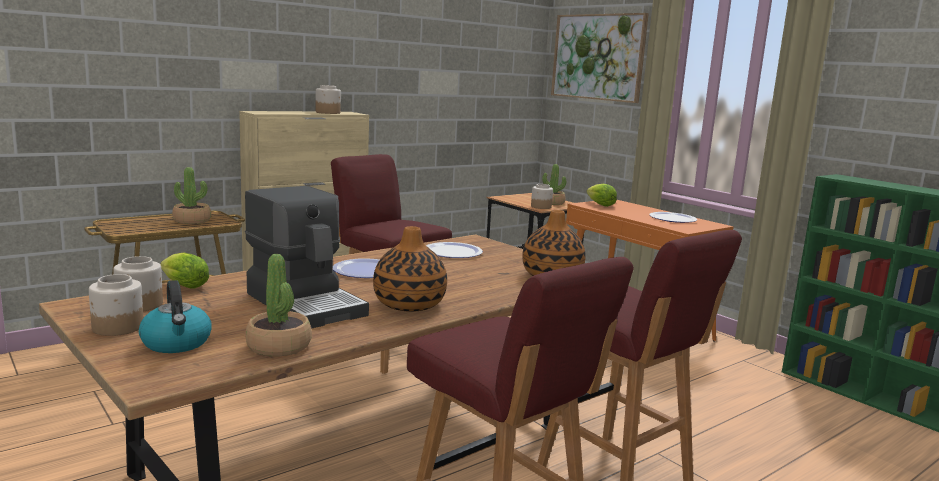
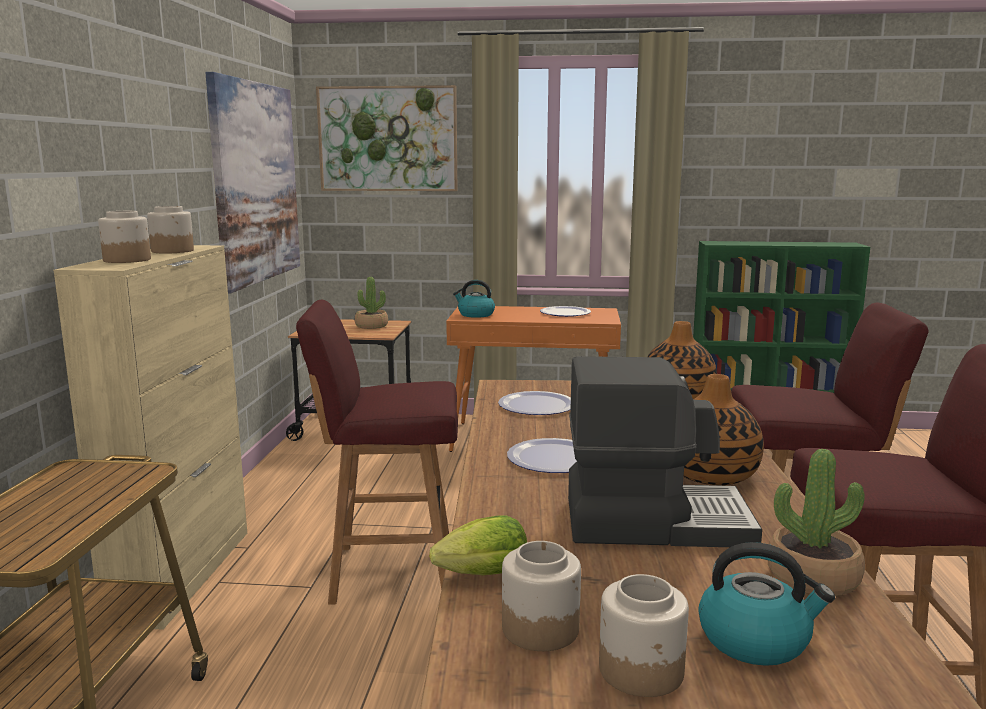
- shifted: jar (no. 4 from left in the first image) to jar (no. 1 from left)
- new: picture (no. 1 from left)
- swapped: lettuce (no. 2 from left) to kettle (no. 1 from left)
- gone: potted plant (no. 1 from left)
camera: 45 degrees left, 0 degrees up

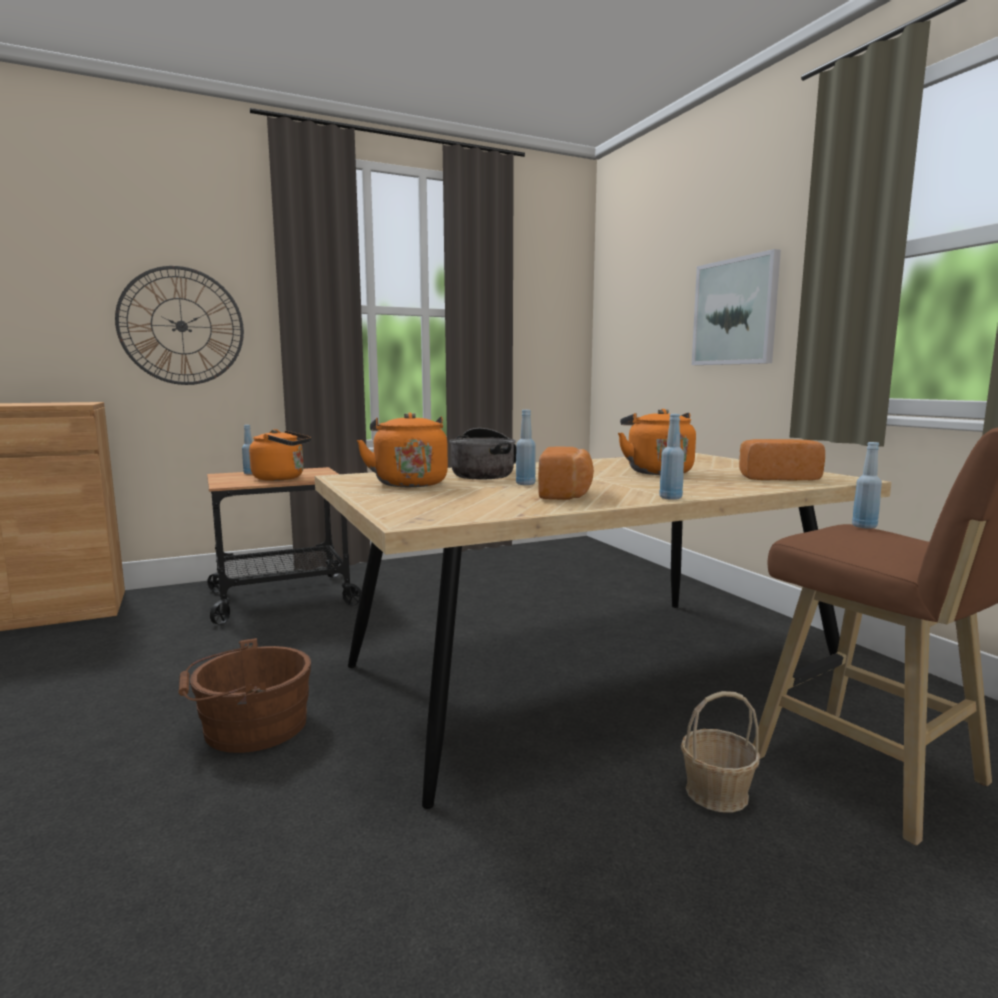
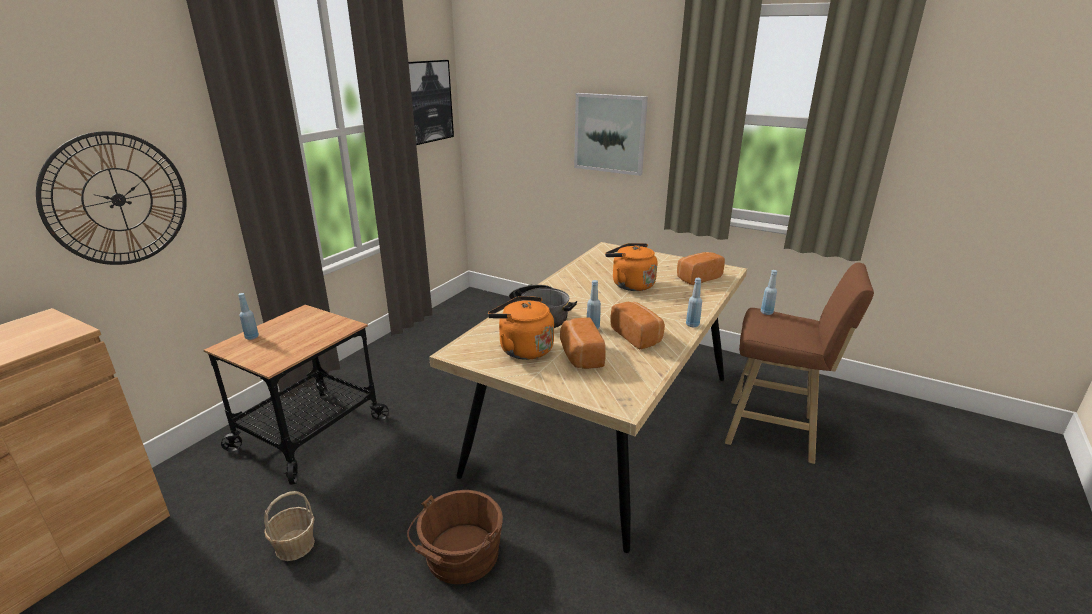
- shifted: basket
- new: picture (no. 1 from left)
- new: bread (no. 1 from left)
- gone: orange kettle (no. 1 from left)
camera: 35 degrees left, 15 degrees up

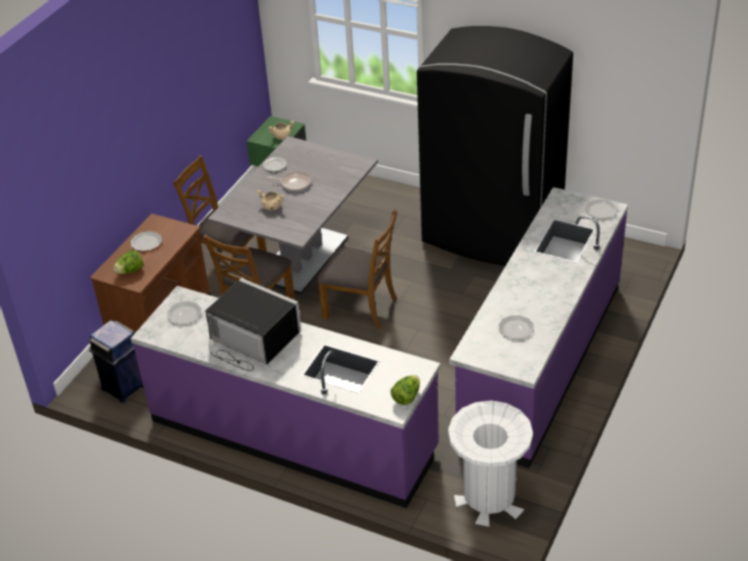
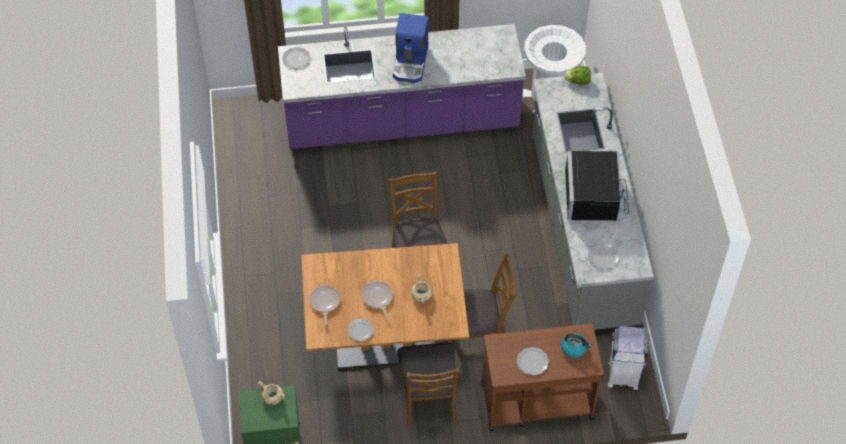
- repainted: grey dining table to brown dining table
- new: frying pan (no. 1 from left)
- new: coffee machine
- repainted: purple counter (no. 1 from left) to grey counter
- swapped: lettuce (no. 1 from left) to kettle
- repainted: blue trash can to white trash can (no. 2 from left)
- gone: black fridge
- gone: plate (no. 4 from left)
camera: 125 degrees left, 15 degrees up

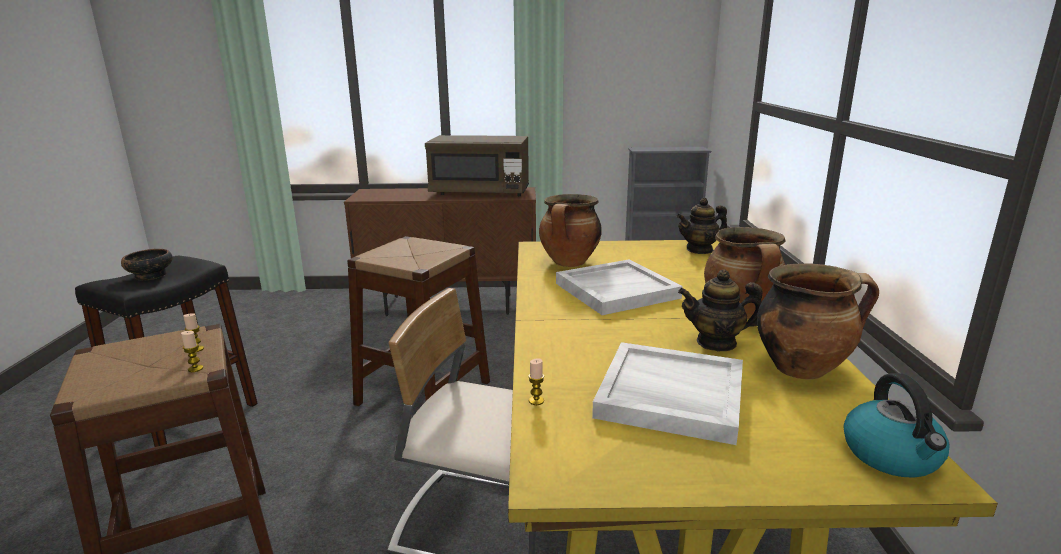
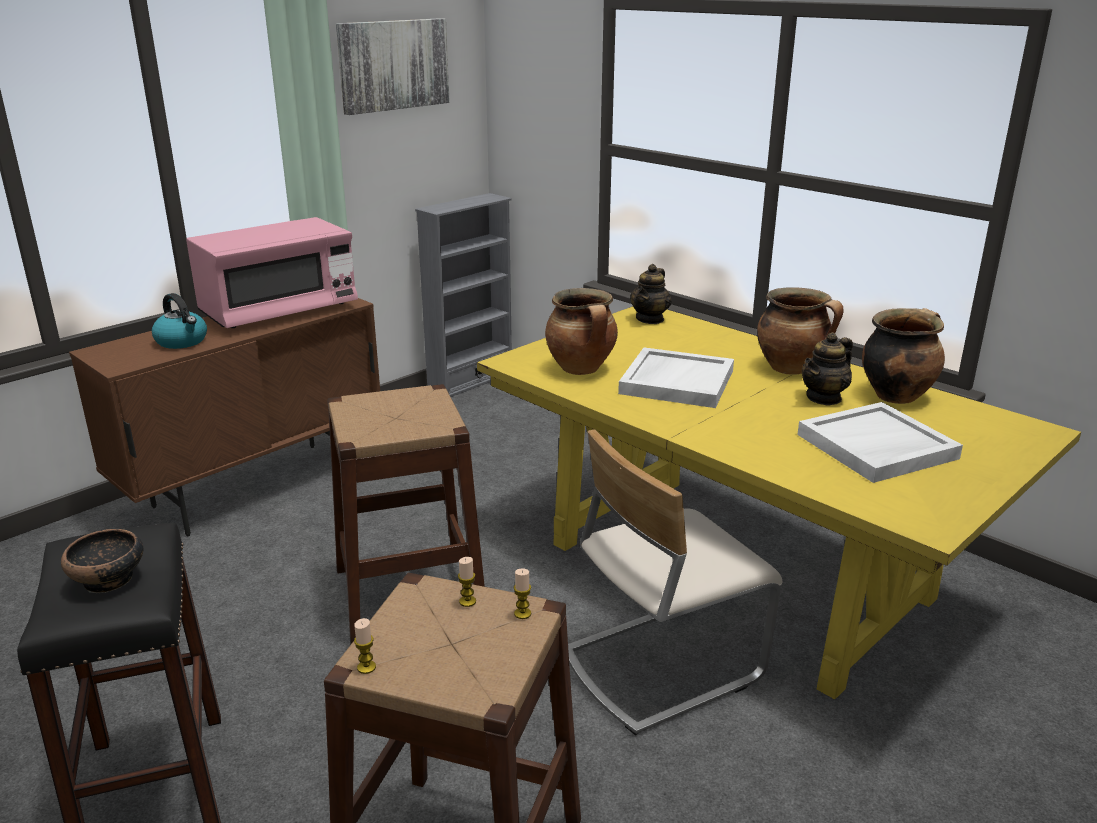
- shifted: kettle
- repainted: brown microwave to pink microwave
- new: picture
- shifted: candle (no. 3 from left in the first image) to candle (no. 1 from left)
camera: 45 degrees left, 5 degrees up

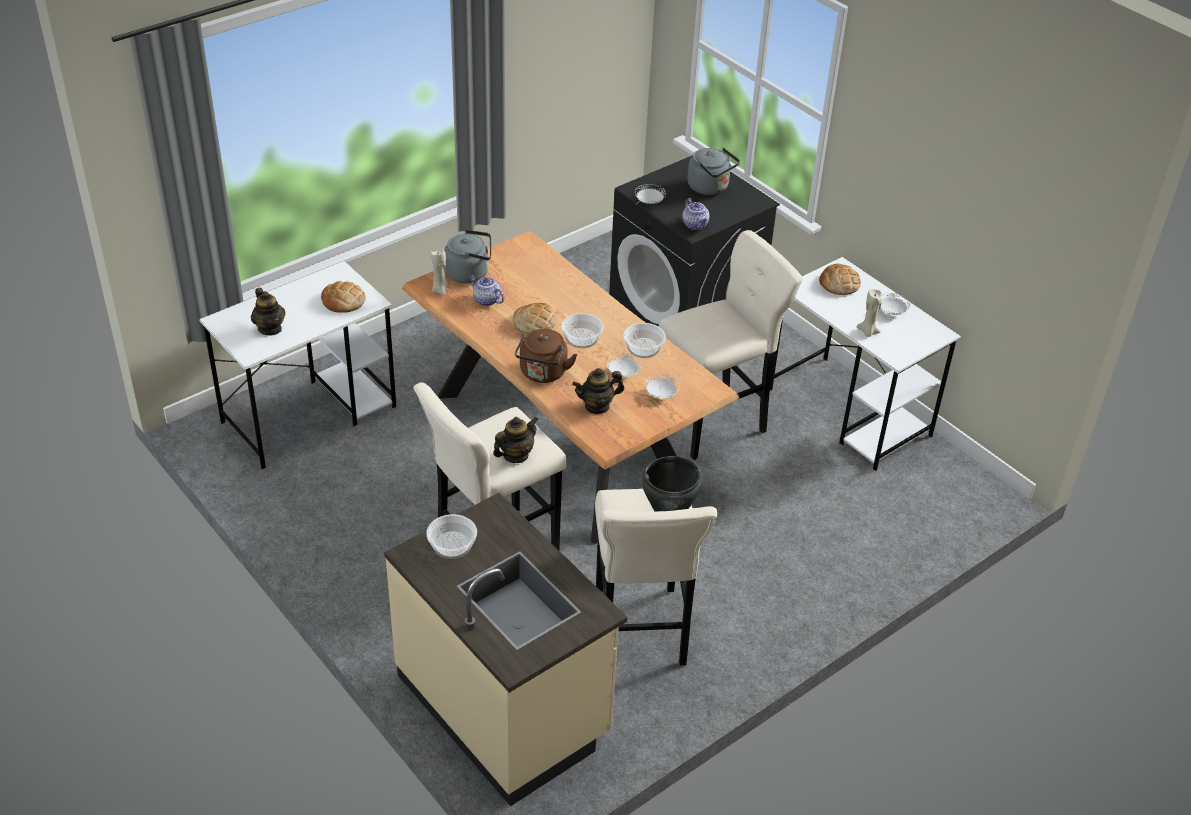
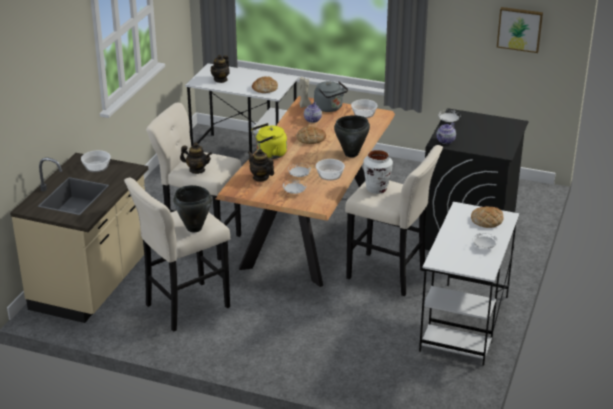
- repainted: brown kettle to yellow kettle
- new: black cooking pot (no. 2 from left)
- shifted: bowl (no. 2 from left in the first image) to bowl (no. 3 from left)
- new: white vase
- new: picture
- gone: grey kettle (no. 2 from left)
- gone: beige candle (no. 2 from left)
camera: 60 degrees right, 10 degrees down

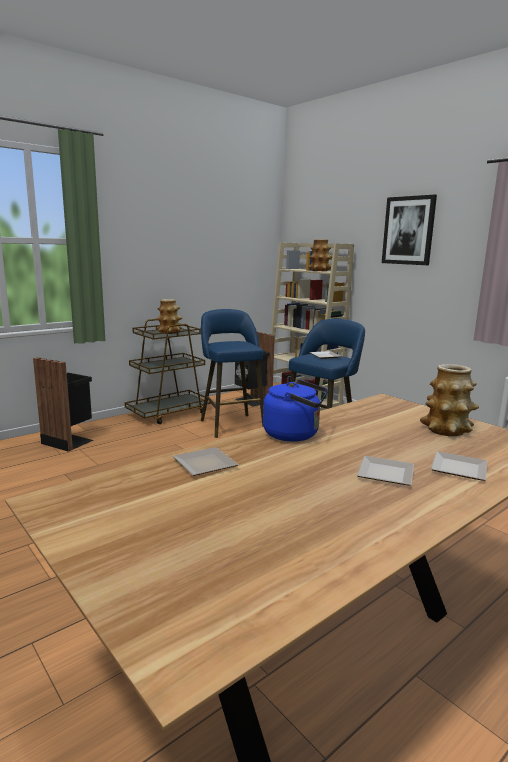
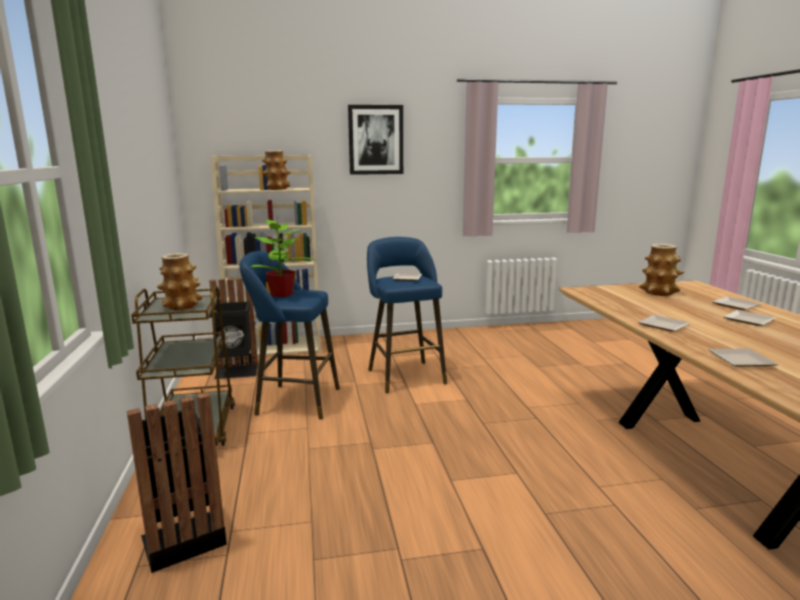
- new: potted plant
- swapped: blue kettle to plate (no. 2 from left)
camera: 60 degrees left, 0 degrees up

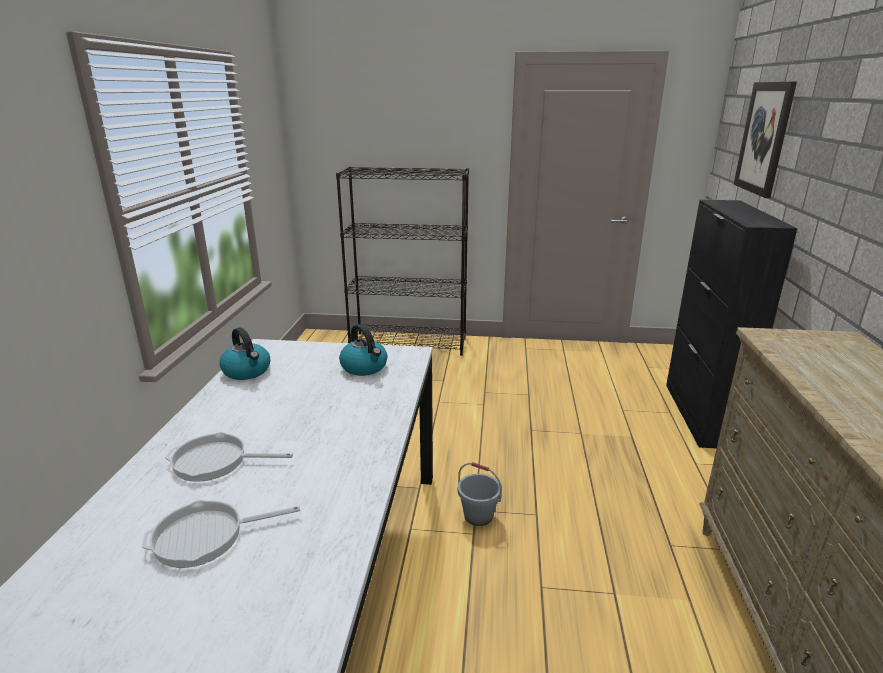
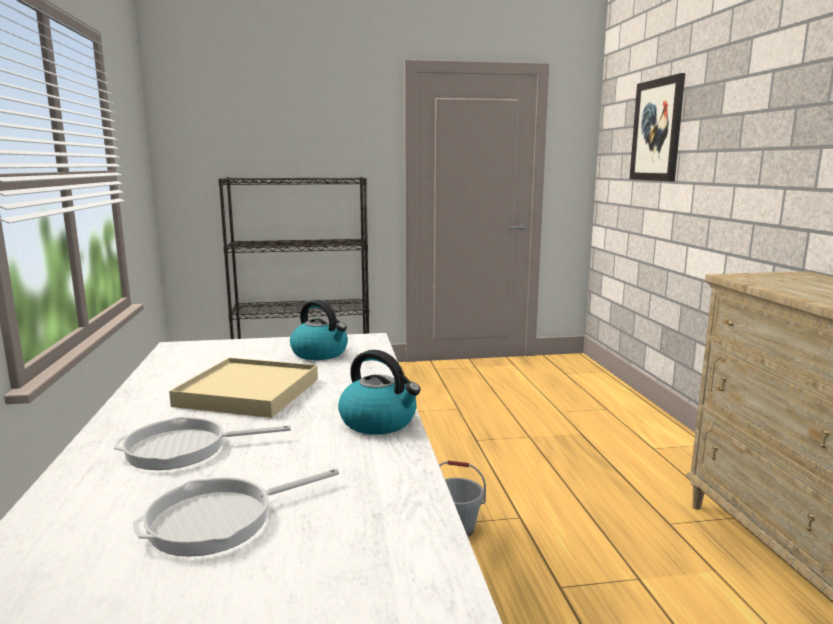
- new: beige tray
- shifted: kettle (no. 1 from left in the first image) to kettle (no. 2 from left)
- gone: black cabinet
camera: 15 degrees left, 10 degrees down

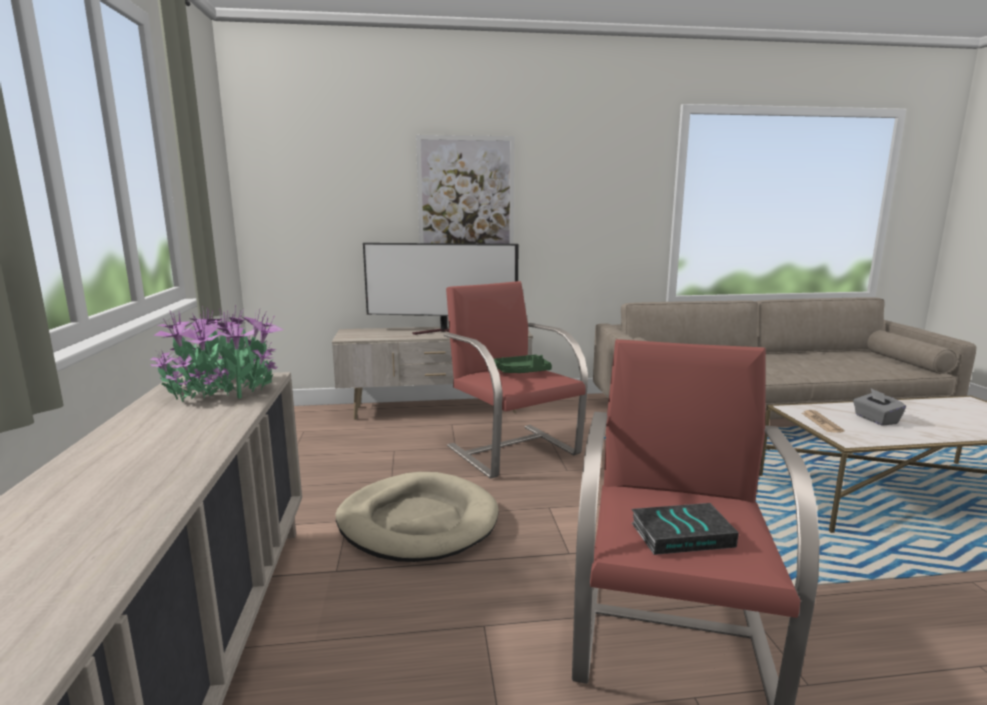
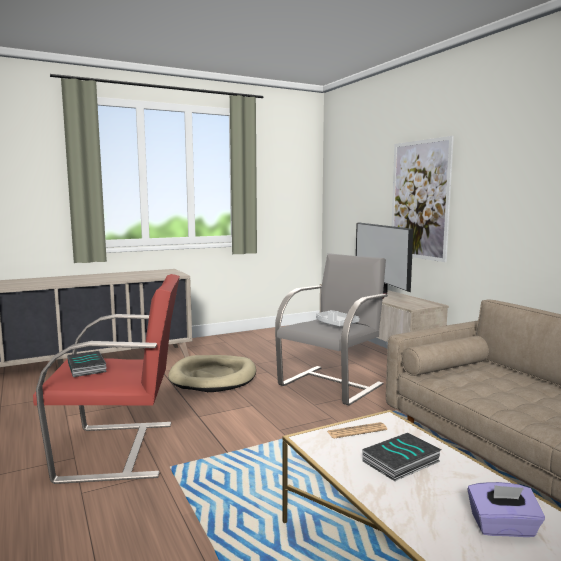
- repainted: red armchair (no. 1 from left) to grey armchair
- repainted: green tray to grey tray
- swapped: grey tissue box to book (no. 2 from left)
- new: purple tissue box
- gone: potted plant
camera: 70 degrees right, 5 degrees down

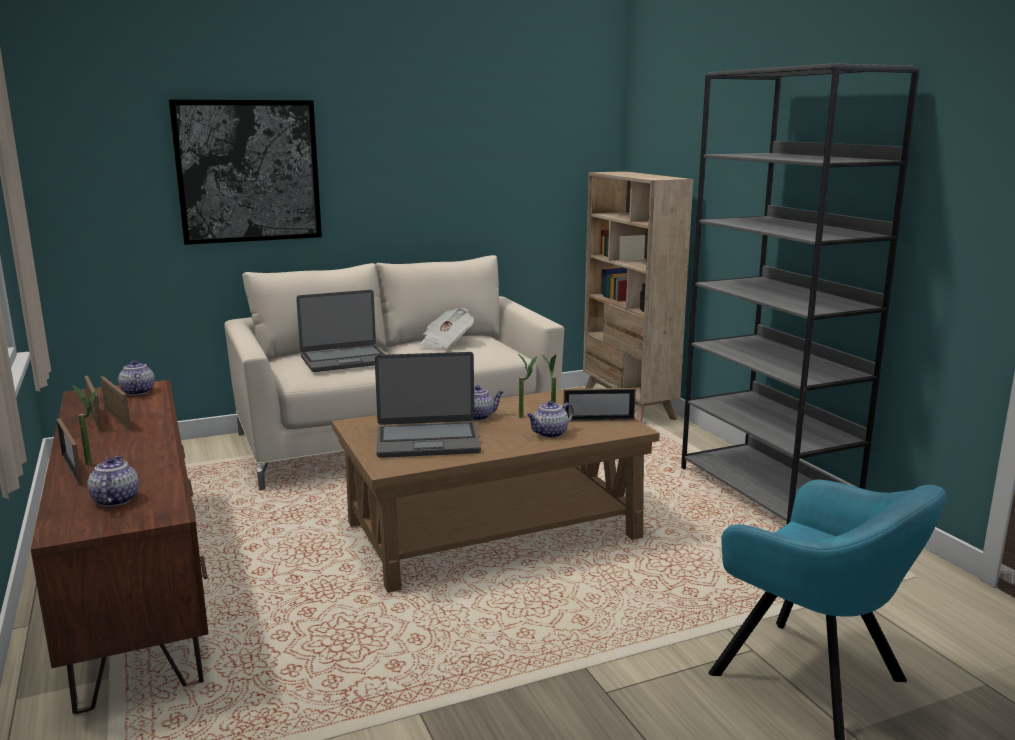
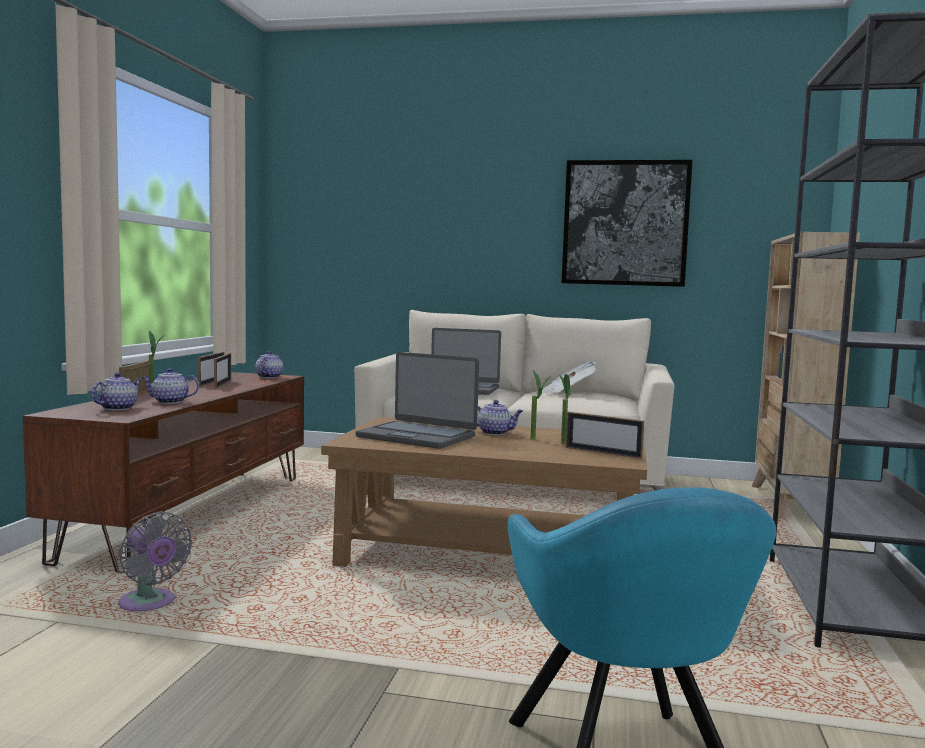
- new: grey fan
- shifted: teapot (no. 4 from left in the first image) to teapot (no. 2 from left)
- shifted: picture
camera: 35 degrees right, 10 degrees down

